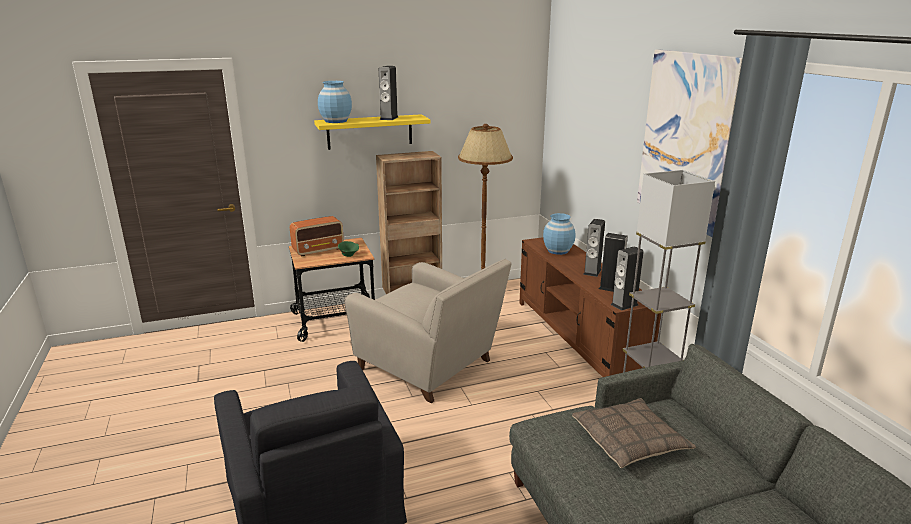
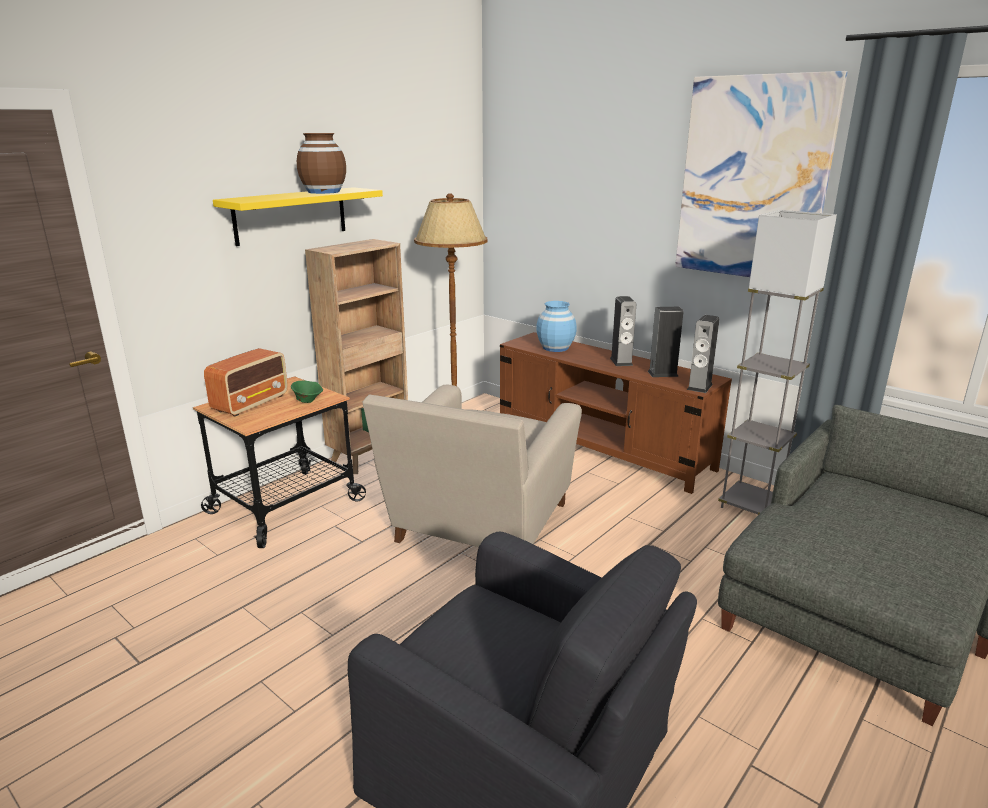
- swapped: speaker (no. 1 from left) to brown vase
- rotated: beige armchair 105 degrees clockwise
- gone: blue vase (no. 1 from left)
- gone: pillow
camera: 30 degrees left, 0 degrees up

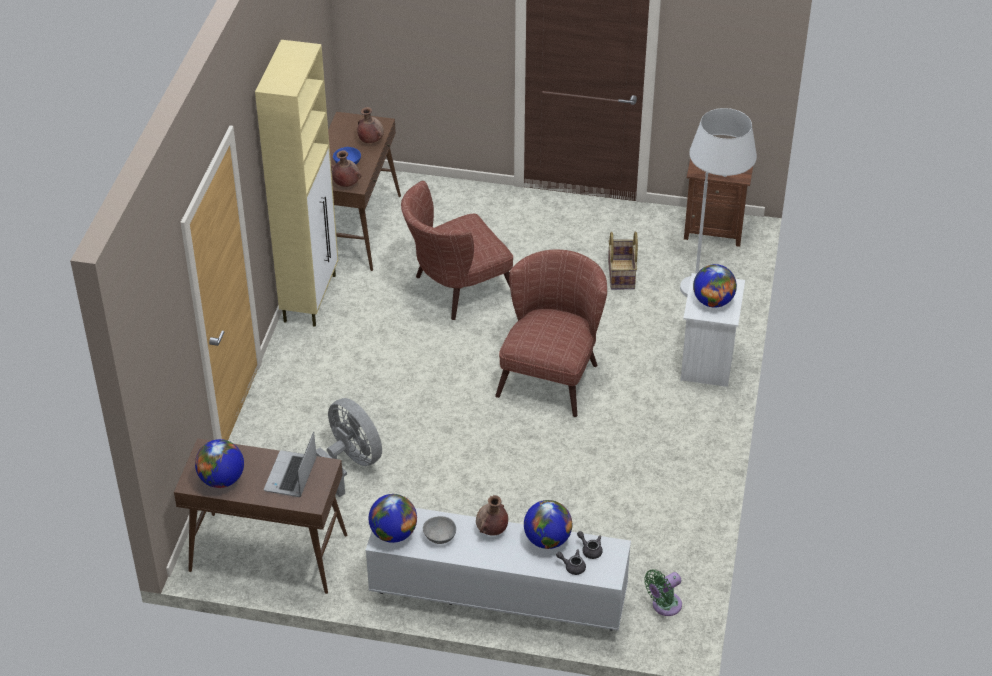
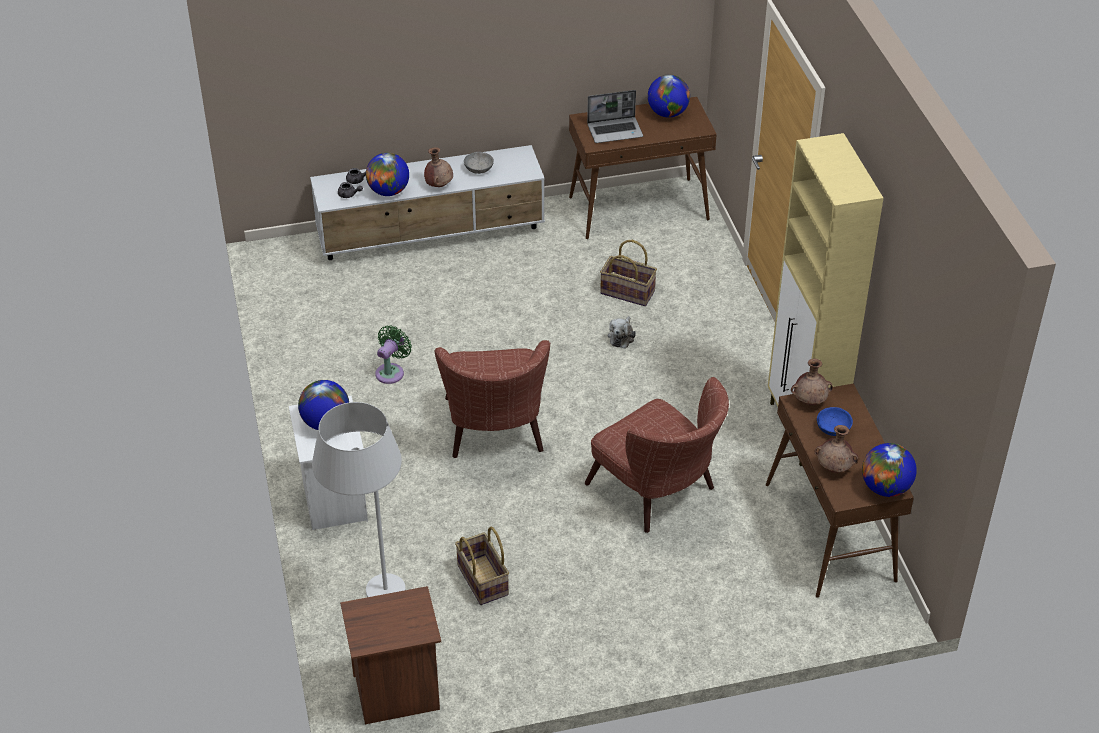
- shifted: green fan
- rotated: brown armchair (no. 1 from left in the first image) 105 degrees clockwise
- rotated: laptop 90 degrees clockwise
- swapped: grey fan to basket (no. 2 from left)
- new: plush toy
- shifted: globe (no. 2 from left in the first image) to globe (no. 4 from left)
camera: 155 degrees right, 0 degrees up

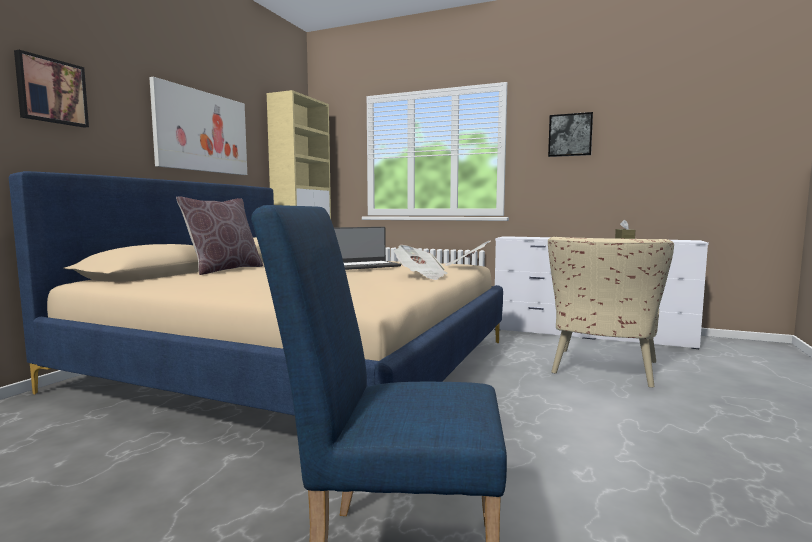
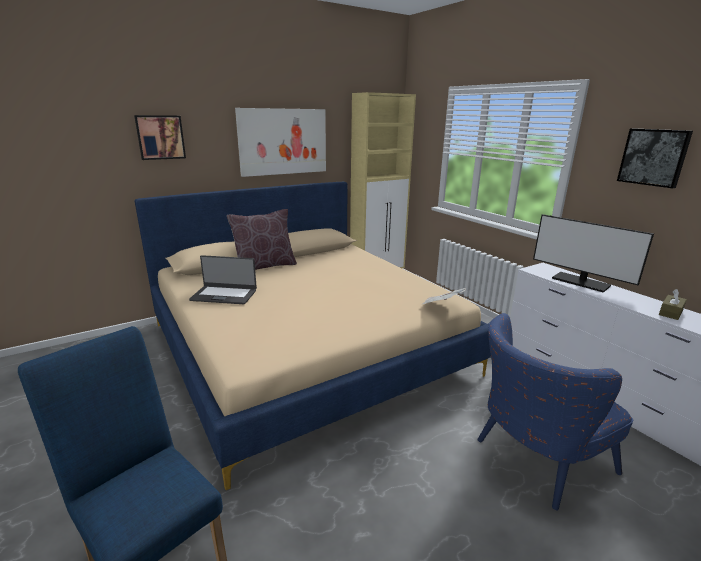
- shifted: laptop
- repainted: beige armchair to blue armchair
- new: monitor
- gone: newspaper (no. 1 from left)
camera: 35 degrees right, 15 degrees up

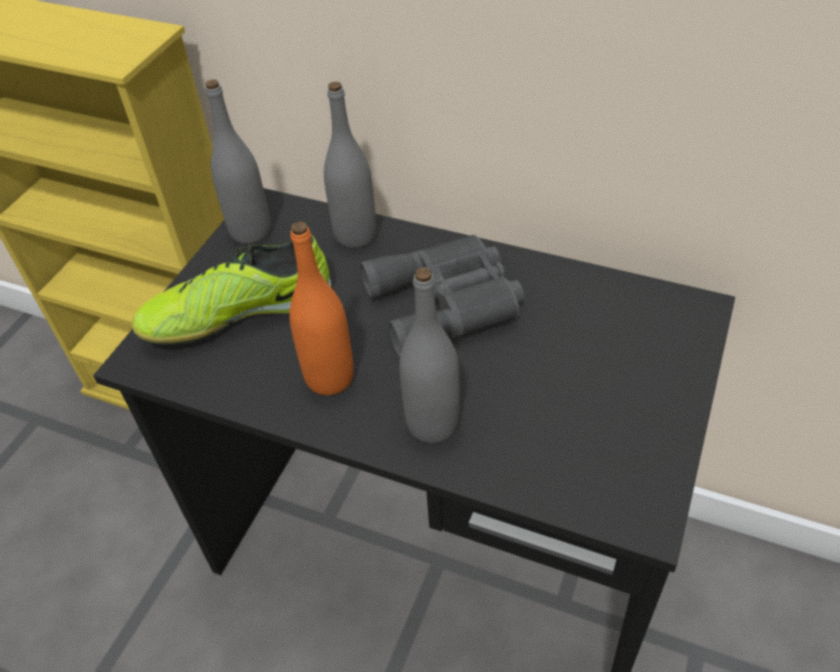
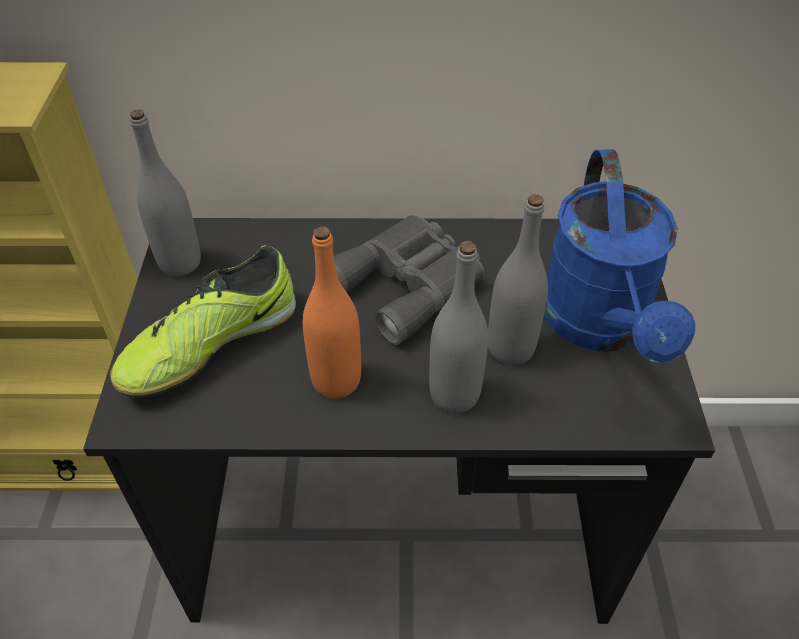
- shifted: grey bottle (no. 2 from left in the first image) to grey bottle (no. 3 from left)
- new: blue watering can
camera: 25 degrees left, 0 degrees up

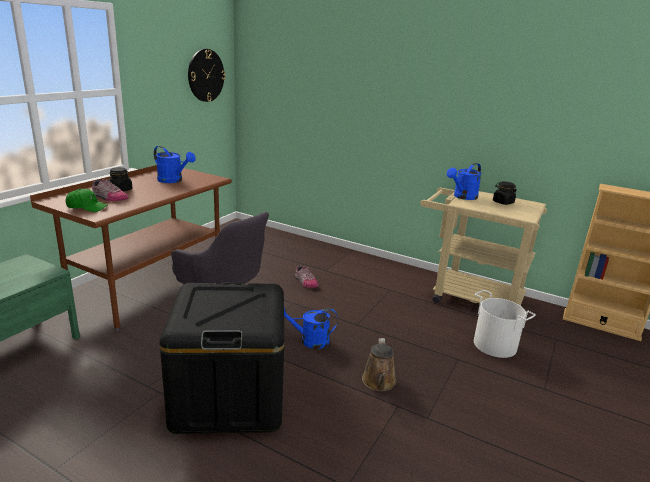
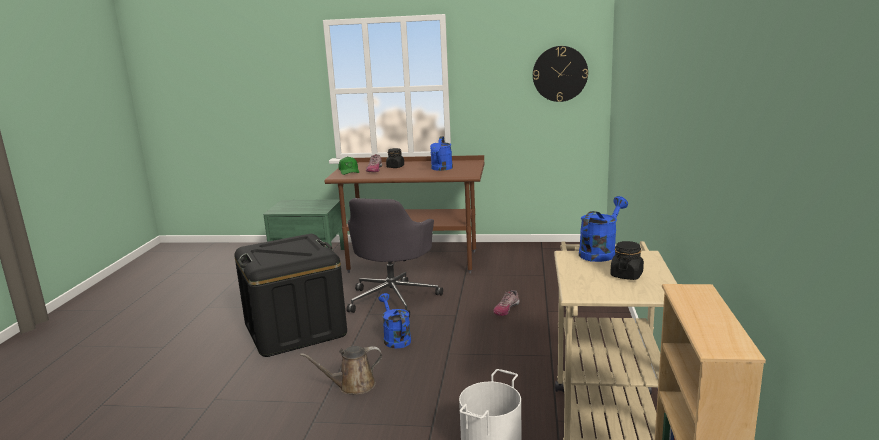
- rotated: blue watering can (no. 3 from left) 105 degrees clockwise
camera: 70 degrees right, 5 degrees down

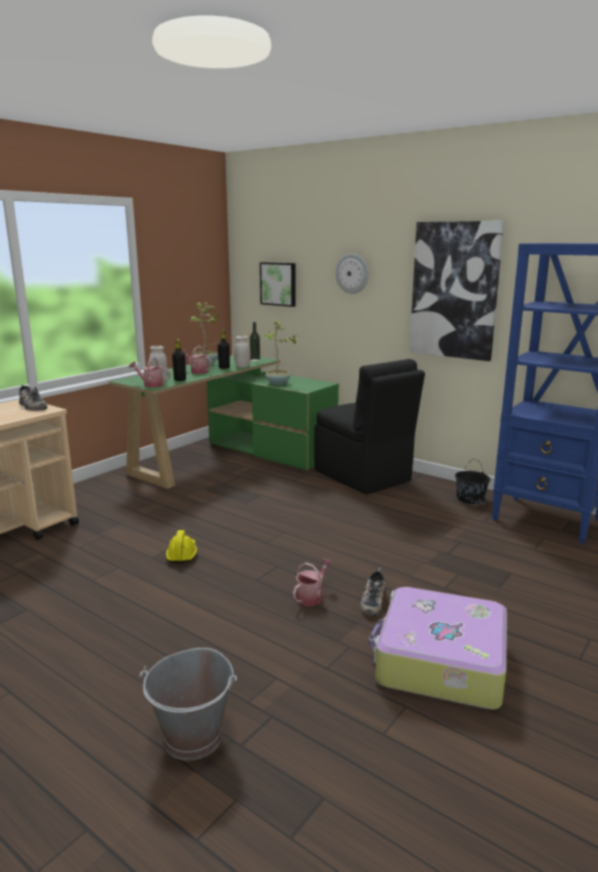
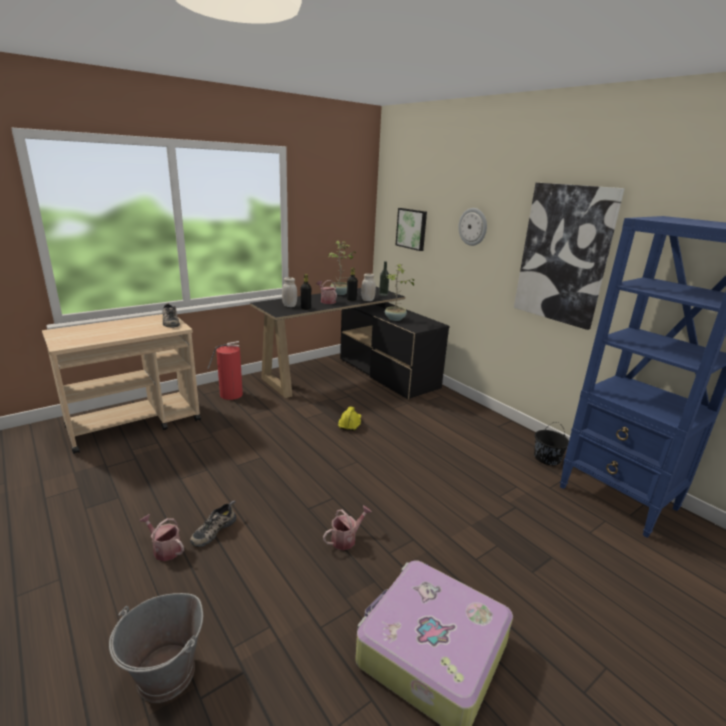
- shifted: watering can (no. 1 from left)
- shifted: shoe (no. 2 from left)
- new: fire extinguisher
- repainted: green desk to black desk
- shifted: yellow hard hat
- gone: black chair
camera: 15 degrees right, 5 degrees up

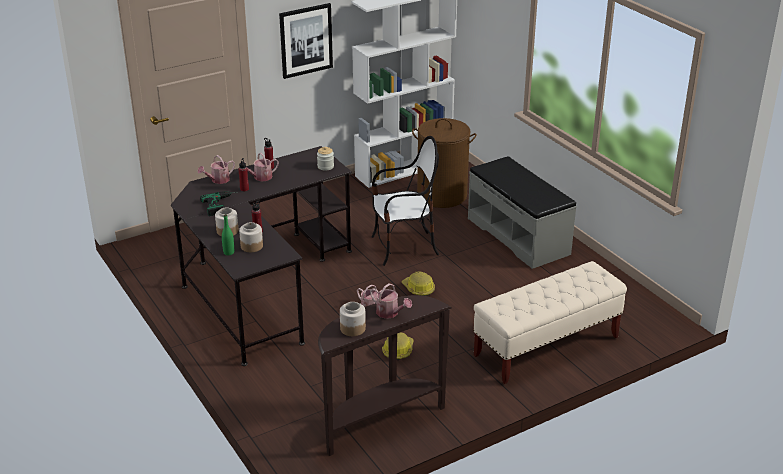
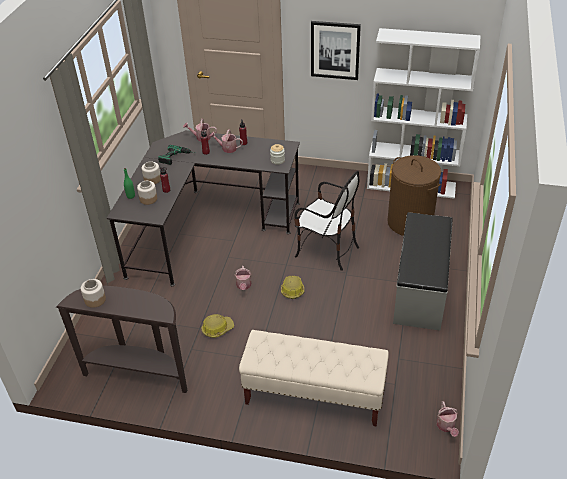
- shifted: watering can (no. 4 from left)
camera: 45 degrees right, 10 degrees up

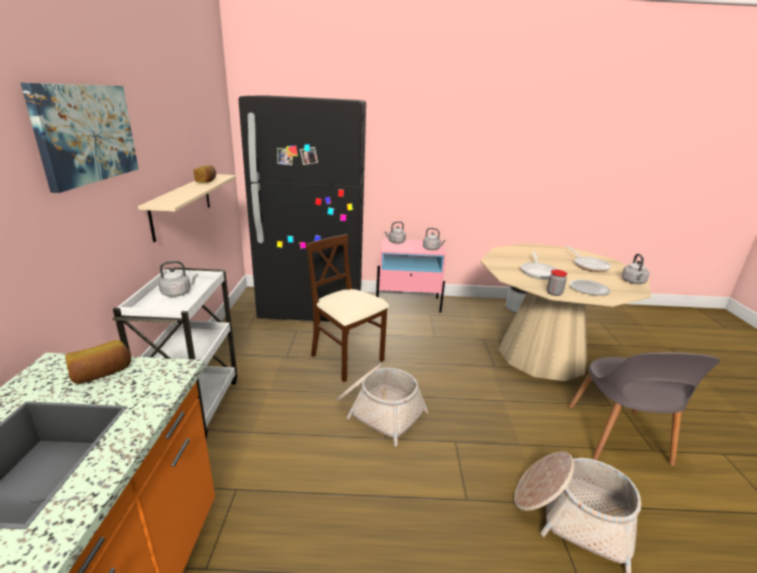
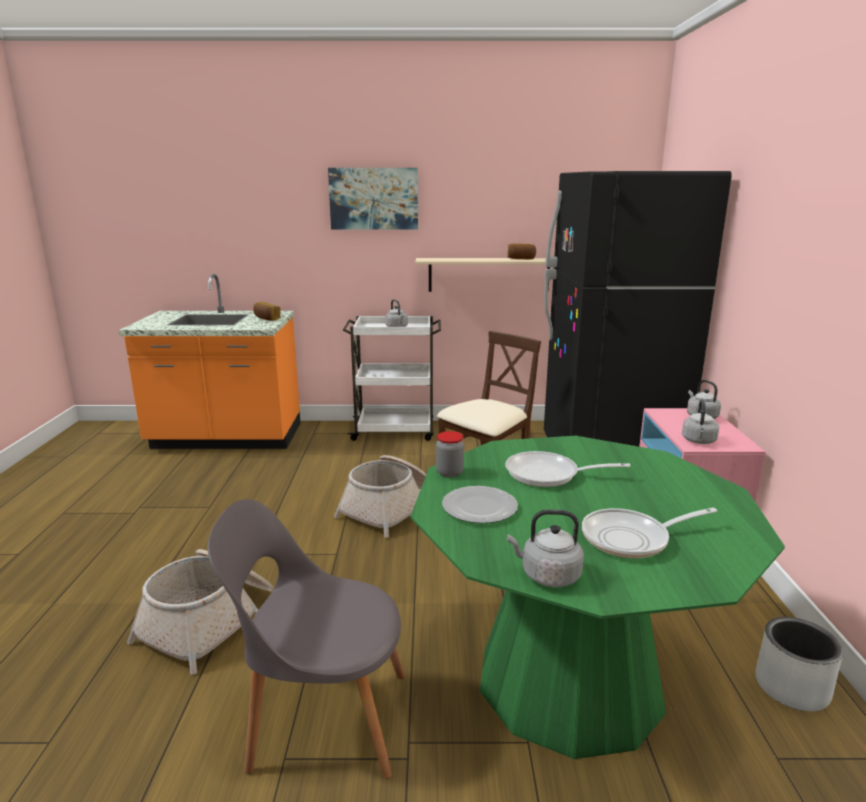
- repainted: beige dining table to green dining table
camera: 90 degrees right, 5 degrees down

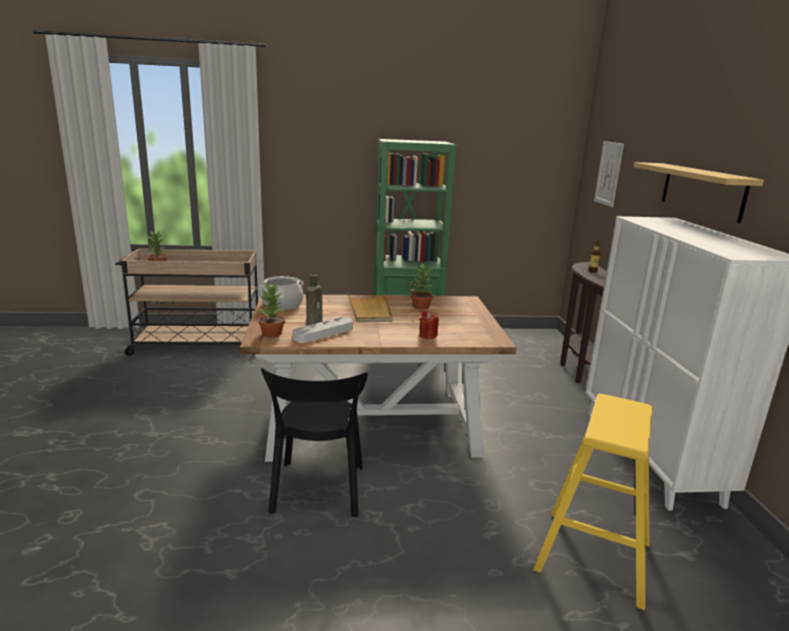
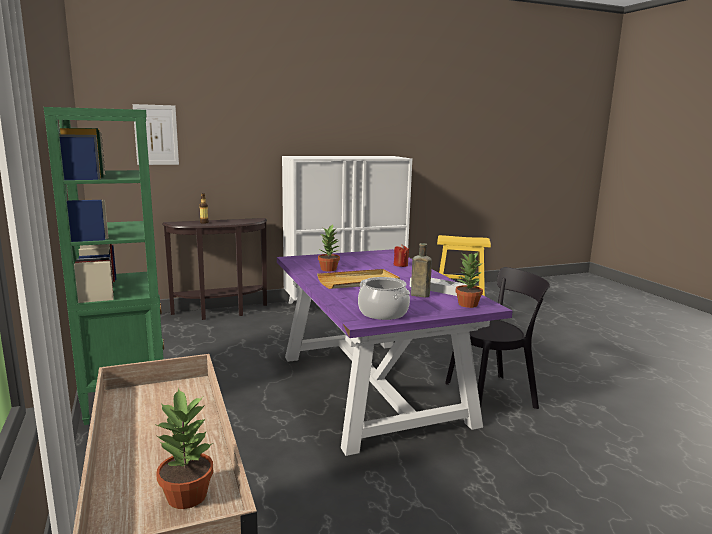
- repainted: brown dining table to purple dining table
- gone: shelf
camera: 105 degrees left, 5 degrees down

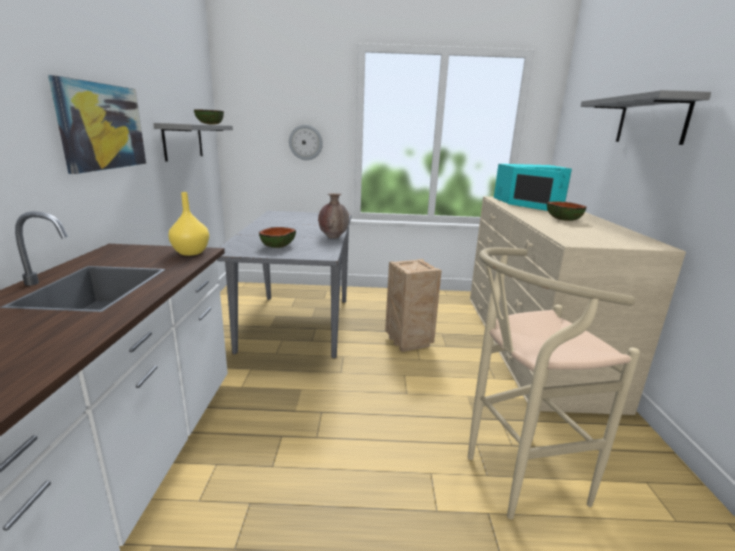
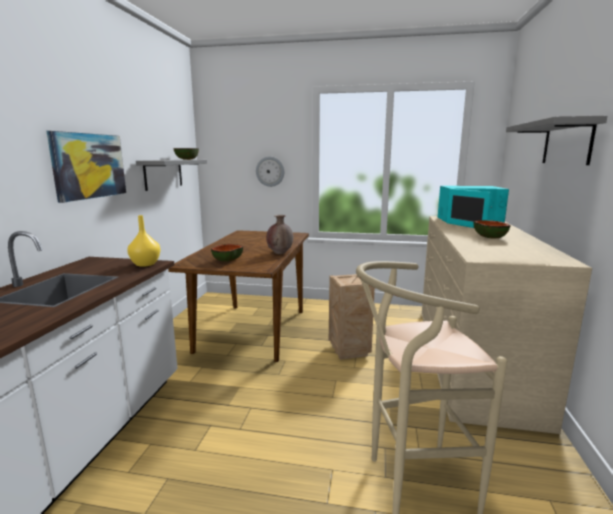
- repainted: grey dining table to brown dining table
camera: 10 degrees right, 5 degrees down

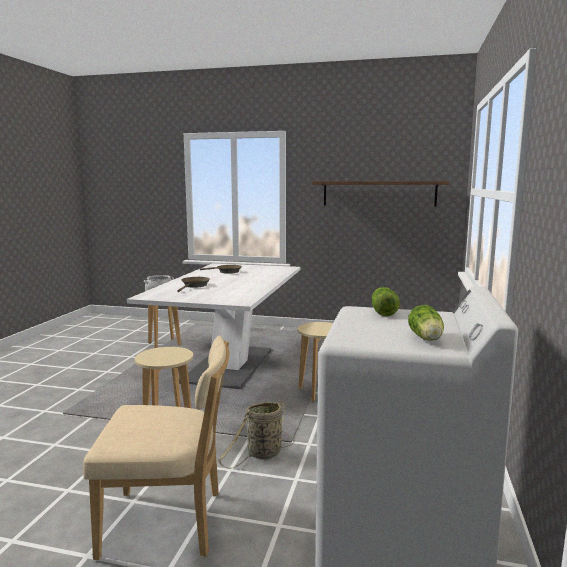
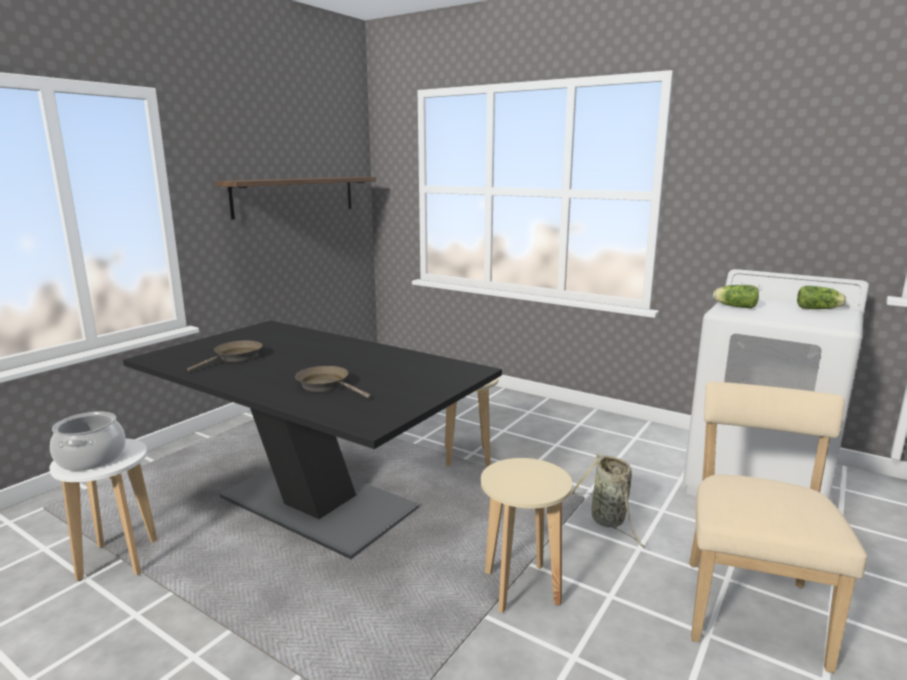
- repainted: white dining table to black dining table
camera: 70 degrees left, 5 degrees up

